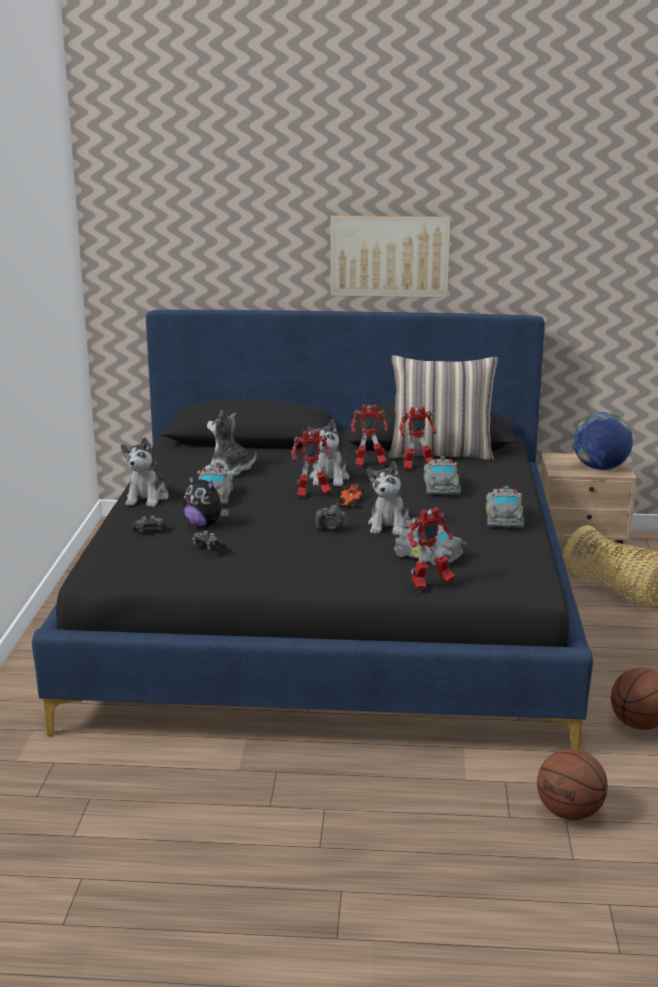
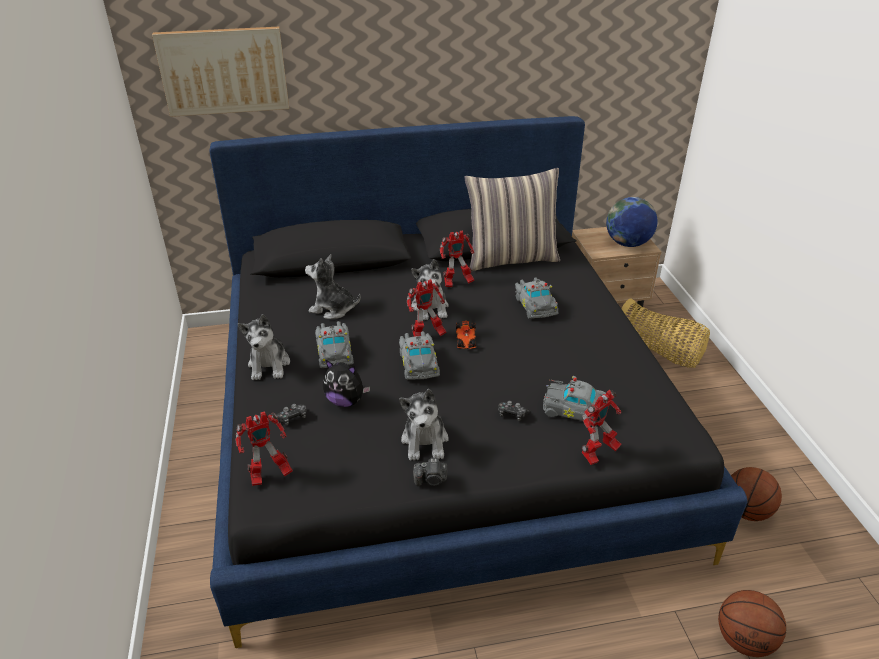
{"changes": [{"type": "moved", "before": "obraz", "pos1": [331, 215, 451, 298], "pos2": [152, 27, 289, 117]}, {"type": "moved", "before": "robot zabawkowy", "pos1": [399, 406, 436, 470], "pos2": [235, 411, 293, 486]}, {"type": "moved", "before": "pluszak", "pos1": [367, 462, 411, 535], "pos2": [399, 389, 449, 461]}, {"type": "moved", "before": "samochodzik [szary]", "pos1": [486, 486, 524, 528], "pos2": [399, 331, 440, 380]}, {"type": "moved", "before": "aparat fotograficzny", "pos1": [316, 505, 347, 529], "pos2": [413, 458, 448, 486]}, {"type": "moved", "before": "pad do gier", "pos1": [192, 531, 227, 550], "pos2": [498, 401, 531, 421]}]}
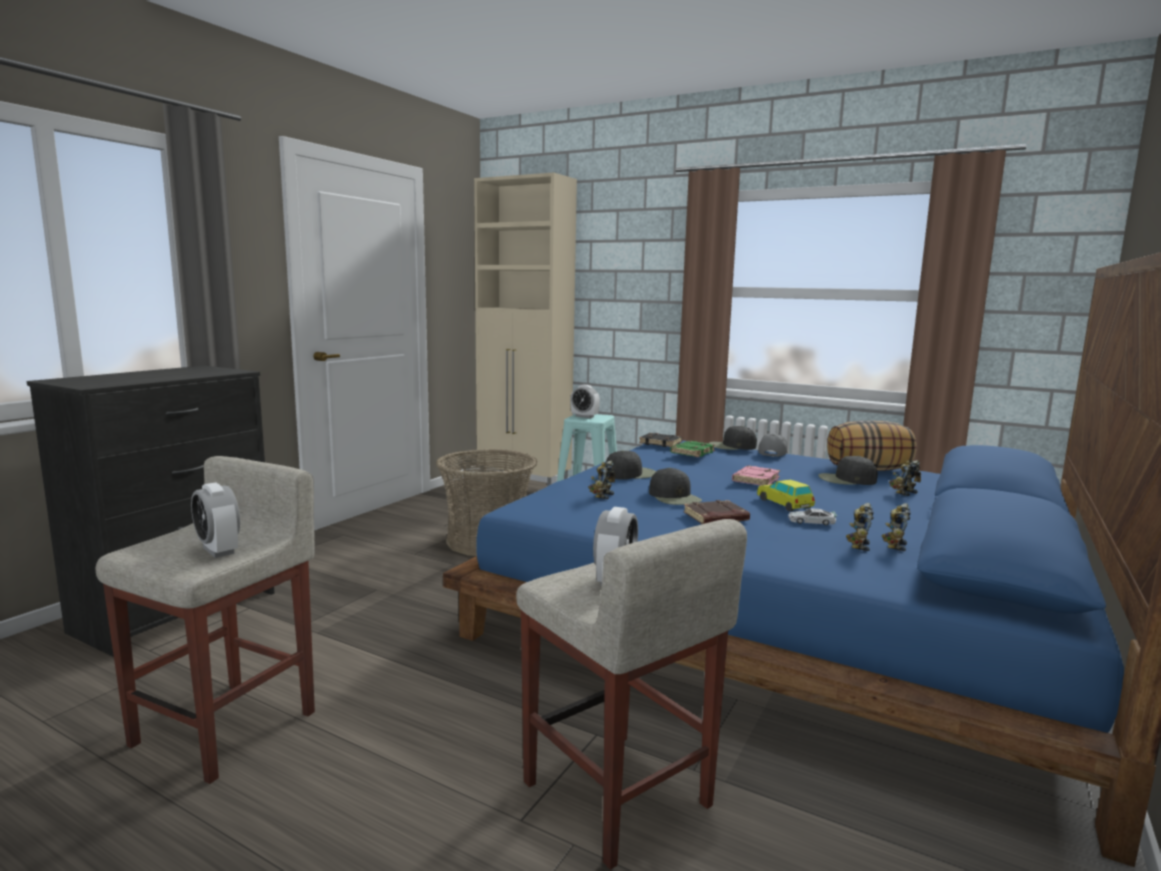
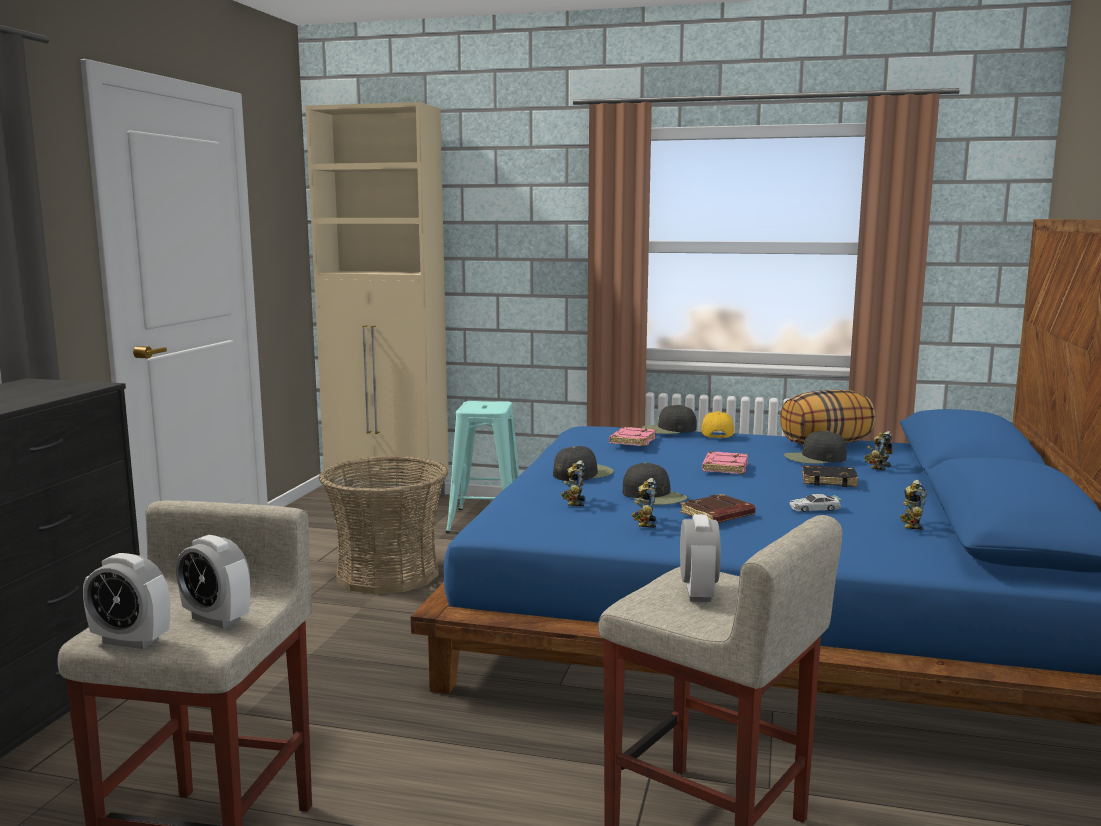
{"changes": [{"type": "moved", "before": "budzik", "pos1": [570, 385, 600, 418], "pos2": [83, 553, 170, 649]}, {"type": "moved", "before": "książka [czarny]", "pos1": [639, 433, 682, 447], "pos2": [802, 465, 858, 487]}, {"type": "recoloured", "before": "czapka z daszkiem [szary]", "after": "czapka z daszkiem [żółty]", "pos1": [758, 433, 788, 457], "pos2": [701, 411, 734, 438]}, {"type": "recoloured", "before": "książka [zielony]", "after": "książka [różowy]", "pos1": [670, 441, 715, 457], "pos2": [609, 427, 656, 446]}, {"type": "removed", "before": "samochodzik", "pos1": [757, 480, 815, 511]}, {"type": "moved", "before": "robot zabawkowy", "pos1": [846, 503, 874, 551], "pos2": [632, 478, 657, 528]}]}
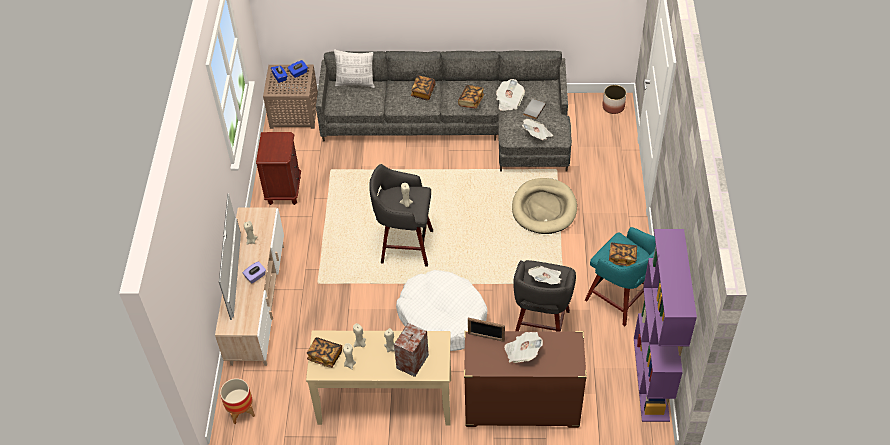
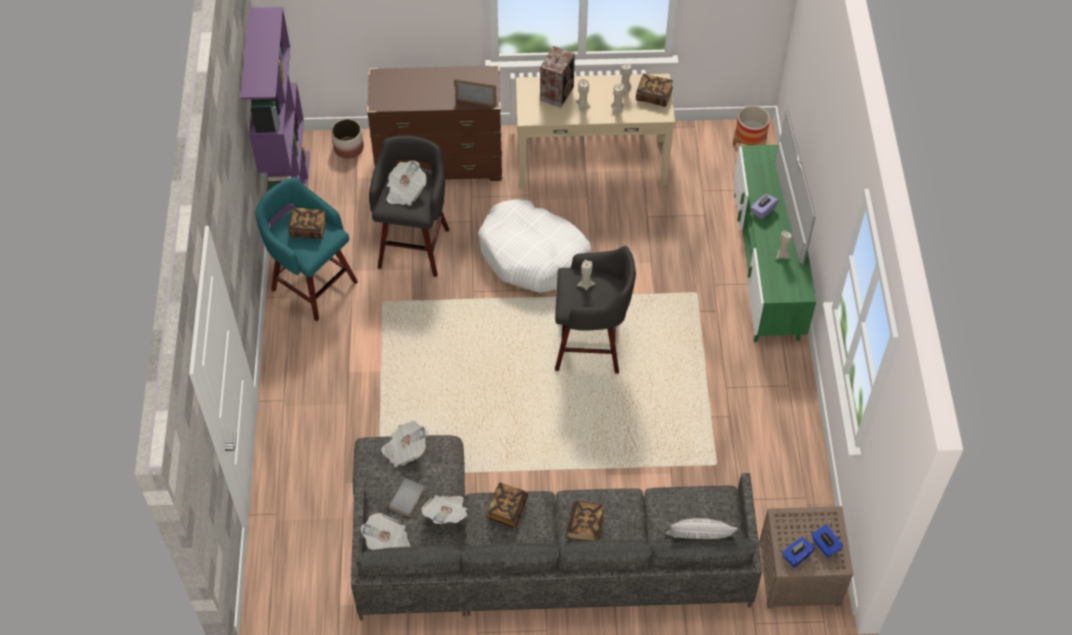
{"changes": [{"type": "moved", "before": "donica", "pos1": [602, 85, 626, 114], "pos2": [331, 119, 364, 159]}, {"type": "removed", "before": "szafka nocna [brązowy]", "pos1": [256, 132, 301, 205]}, {"type": "removed", "before": "legowisko [beżowy]", "pos1": [512, 178, 577, 234]}, {"type": "recoloured", "before": "szafka pod telewizor [beżowy]", "after": "szafka pod telewizor [zielony]", "pos1": [215, 208, 284, 366], "pos2": [734, 145, 816, 342]}, {"type": "moved", "before": "gazeta", "pos1": [504, 332, 543, 363], "pos2": [361, 513, 411, 550]}]}
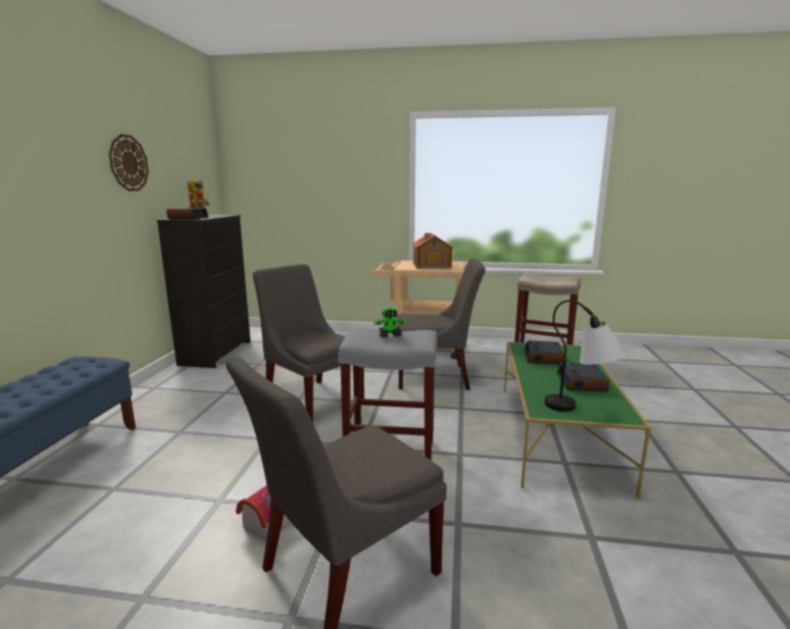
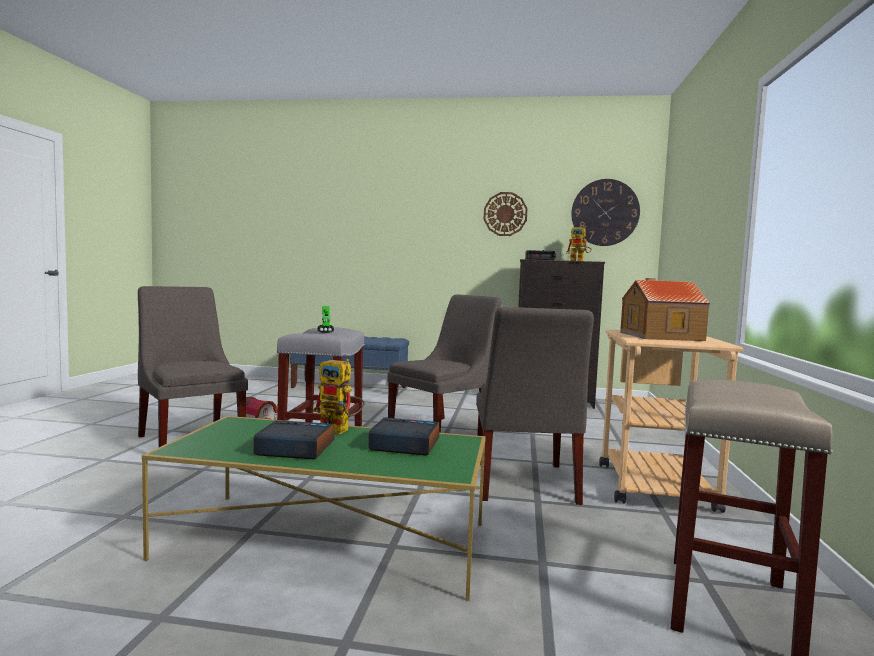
{"changes": [{"type": "removed", "before": "lampa stołowa", "pos1": [544, 300, 626, 412]}, {"type": "added", "after": "zegar ścienny", "pos2": [571, 179, 640, 246]}, {"type": "added", "after": "robot zabawkowy", "pos2": [313, 359, 365, 435]}]}
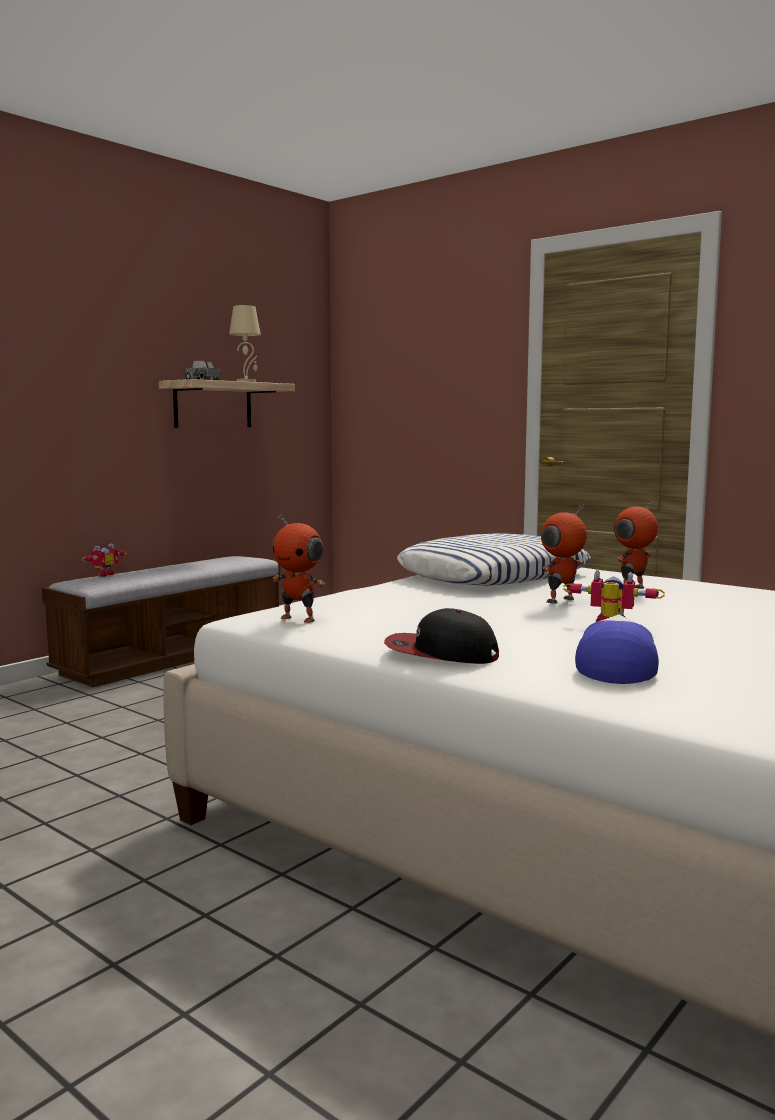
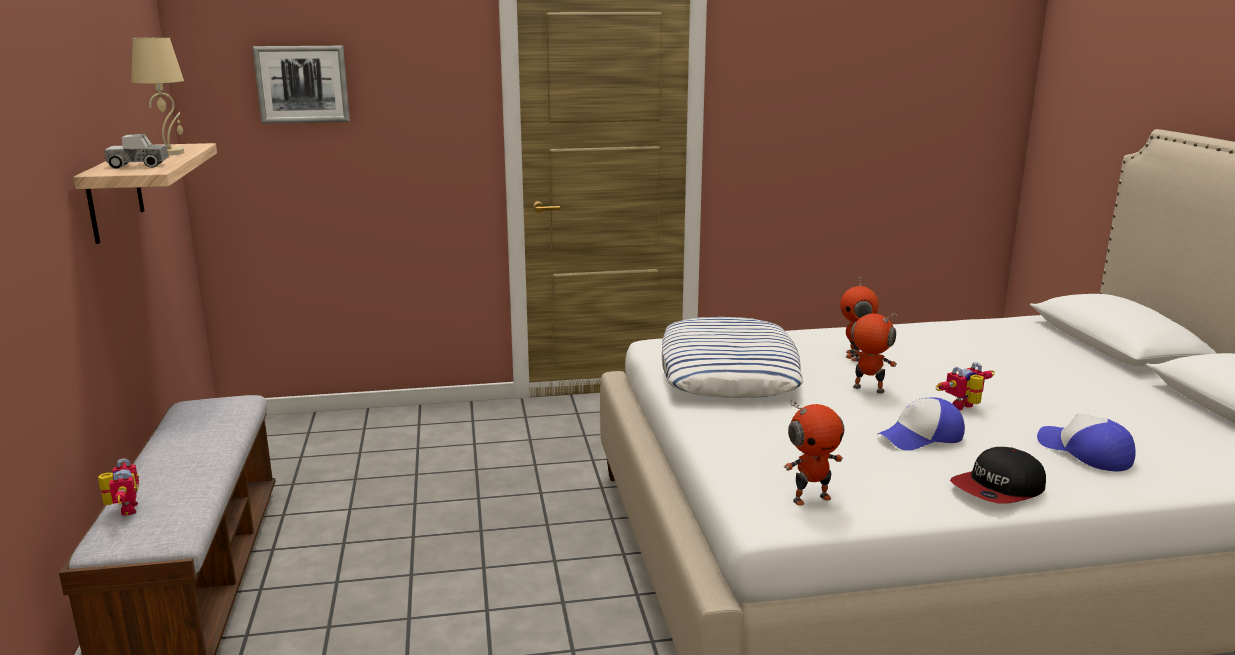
{"changes": [{"type": "turned", "before": "robot zabawkowy", "pos1": [541, 504, 587, 604], "pos2": [846, 313, 897, 394], "turn": 120}, {"type": "added", "after": "obraz", "pos2": [252, 46, 350, 124]}, {"type": "added", "after": "czapka z daszkiem", "pos2": [878, 397, 965, 451]}]}
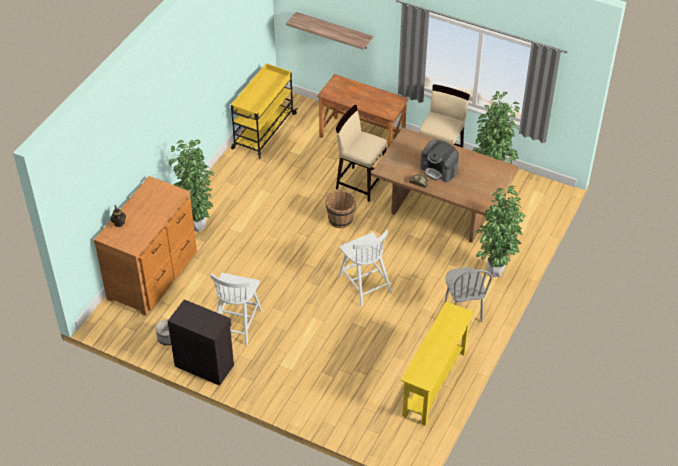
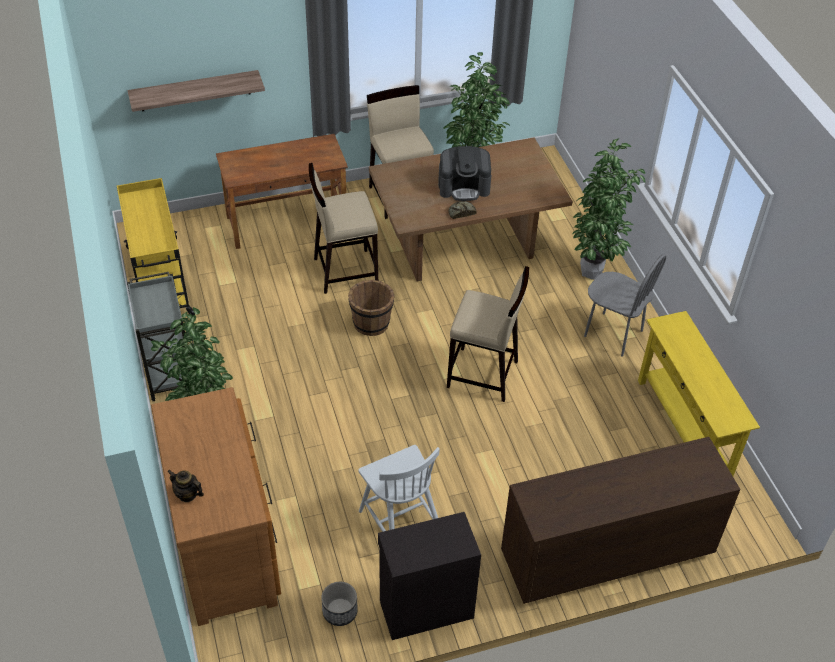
{"changes": [{"type": "replaced", "before": "krzesło [biały]", "after": "stołek [beżowy]", "pos1": [338, 230, 392, 306], "pos2": [447, 266, 529, 402]}, {"type": "added", "after": "wózek [szary]", "pos2": [127, 272, 186, 401]}, {"type": "added", "after": "komoda [brązowy]", "pos2": [501, 437, 740, 604]}]}
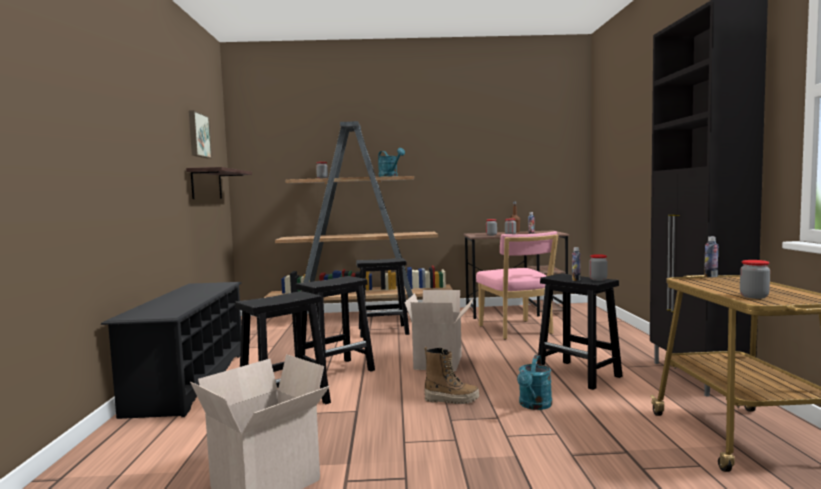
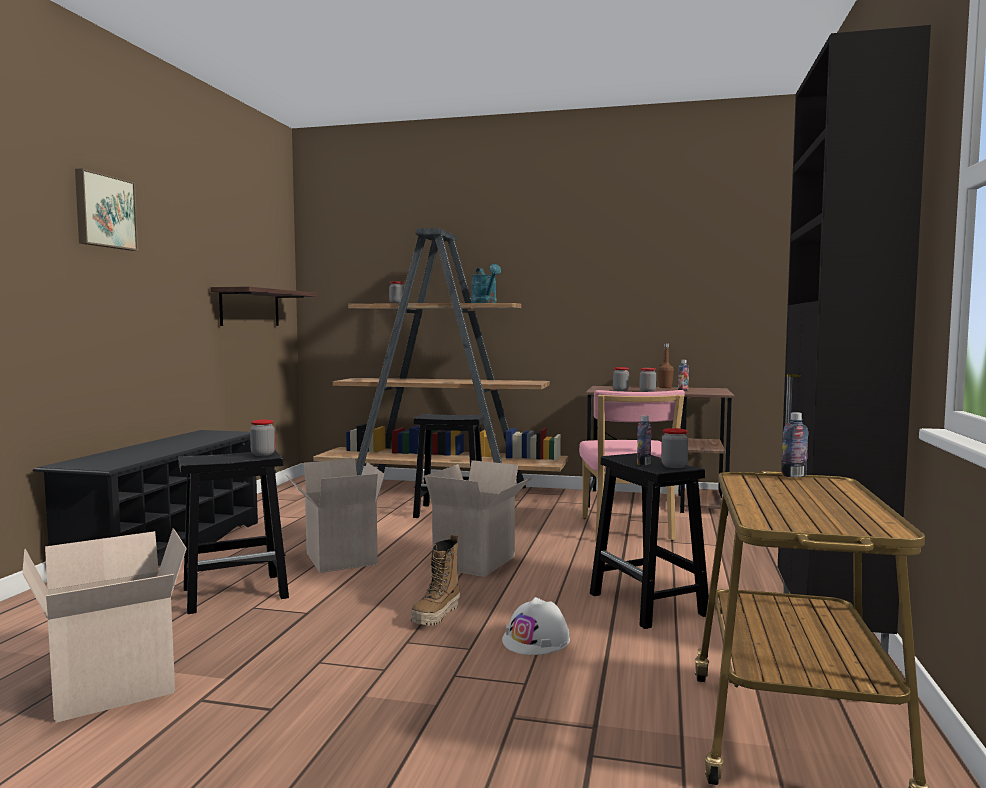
{"changes": [{"type": "moved", "before": "obraz", "pos1": [189, 110, 212, 158], "pos2": [75, 168, 138, 251]}, {"type": "moved", "before": "słoik", "pos1": [740, 260, 770, 299], "pos2": [250, 420, 275, 456]}, {"type": "replaced", "before": "stołek [czarny]", "after": "karton", "pos1": [296, 276, 375, 371], "pos2": [286, 459, 385, 573]}, {"type": "turned", "before": "but z cholewką", "pos1": [424, 347, 479, 404], "pos2": [411, 535, 460, 626], "turn": 90}, {"type": "replaced", "before": "konewka [turkusowy]", "after": "kask [biały]", "pos1": [517, 355, 552, 410], "pos2": [502, 597, 570, 655]}]}
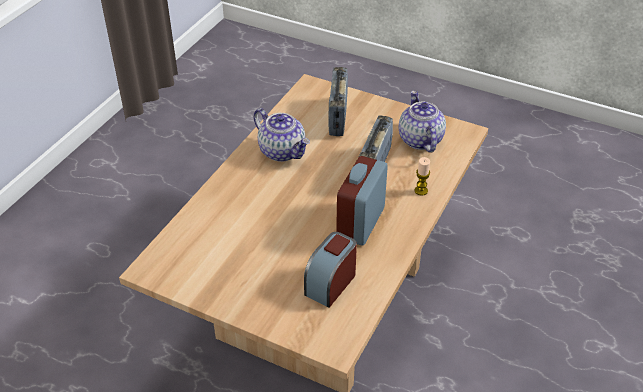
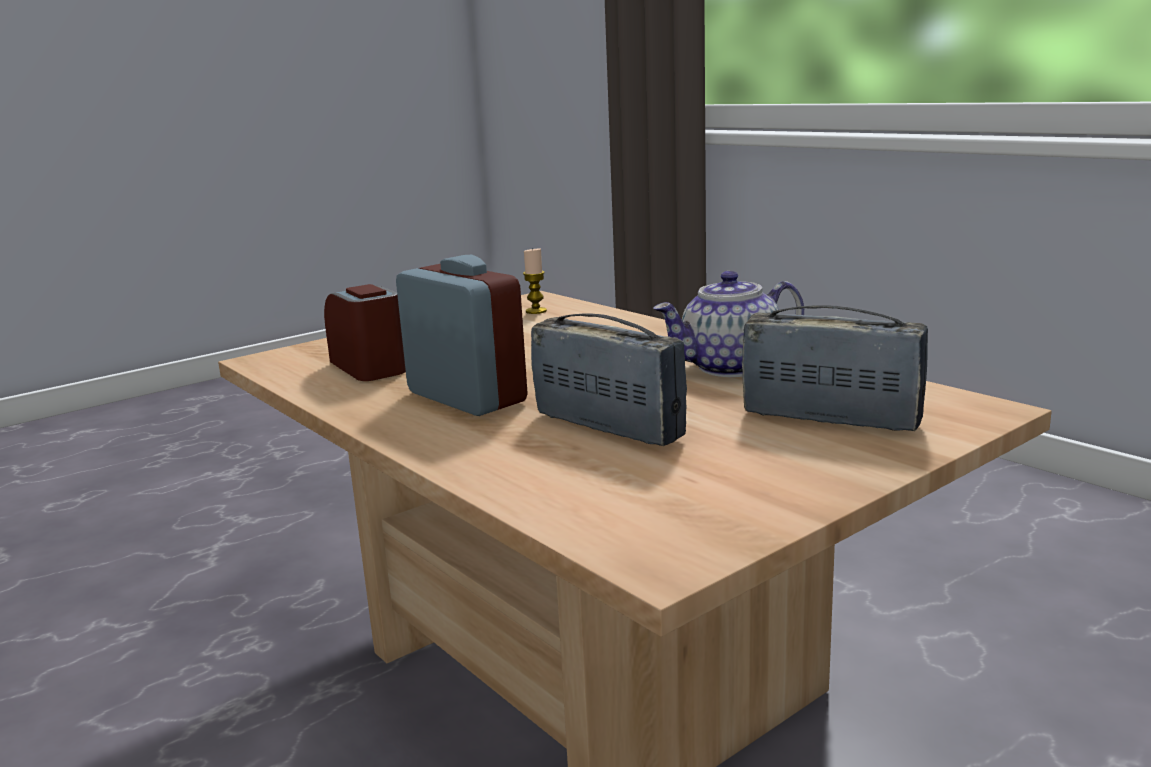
{"changes": [{"type": "removed", "before": "imbryk", "pos1": [399, 91, 446, 153]}, {"type": "moved", "before": "świeca", "pos1": [414, 157, 430, 196], "pos2": [523, 249, 547, 314]}]}
